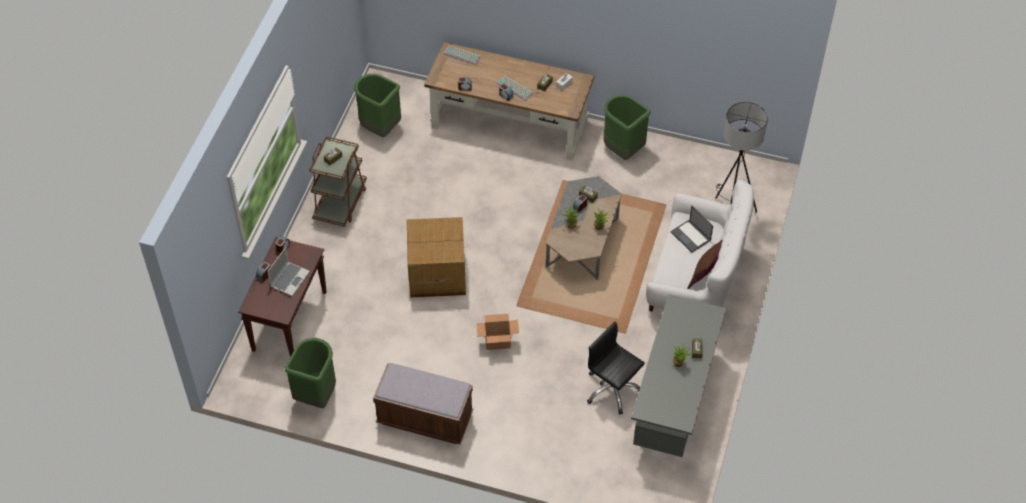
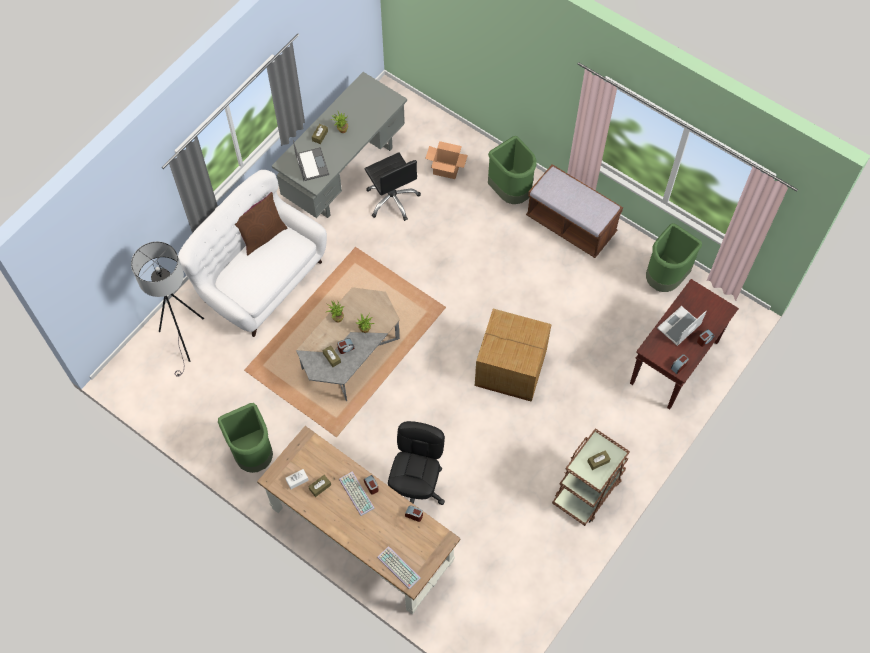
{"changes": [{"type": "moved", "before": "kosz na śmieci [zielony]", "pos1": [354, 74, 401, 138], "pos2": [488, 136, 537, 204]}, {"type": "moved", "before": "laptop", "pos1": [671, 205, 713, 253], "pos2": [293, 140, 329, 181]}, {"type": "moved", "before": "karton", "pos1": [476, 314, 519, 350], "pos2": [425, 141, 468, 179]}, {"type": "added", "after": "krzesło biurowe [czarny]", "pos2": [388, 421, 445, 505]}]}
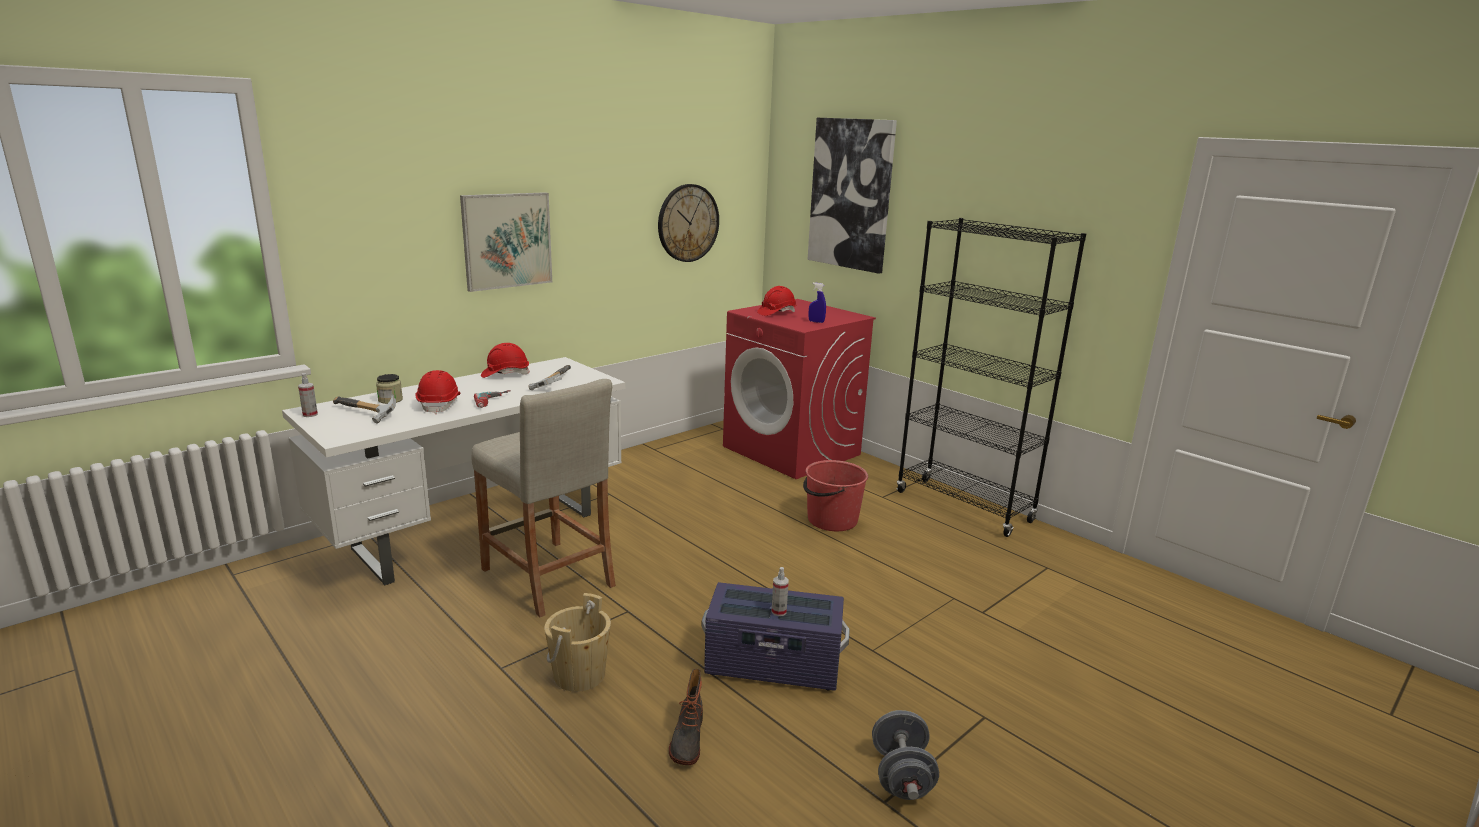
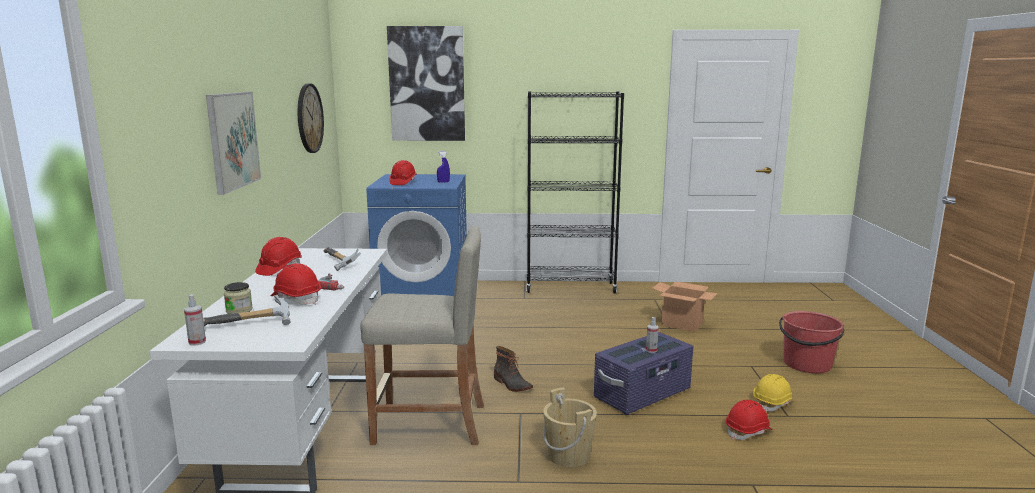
{"changes": [{"type": "recoloured", "before": "pralka [czerwony]", "after": "pralka [niebieski]", "pos1": [723, 299, 876, 479], "pos2": [366, 174, 467, 296]}, {"type": "moved", "before": "wiadro [czerwony]", "pos1": [803, 460, 868, 531], "pos2": [779, 311, 844, 373]}, {"type": "moved", "before": "but z cholewką", "pos1": [669, 669, 703, 765], "pos2": [494, 346, 533, 392]}, {"type": "replaced", "before": "hantel [szary]", "after": "kask [żółty]", "pos1": [872, 710, 939, 800], "pos2": [753, 374, 794, 412]}, {"type": "added", "after": "karton", "pos2": [652, 281, 718, 332]}, {"type": "added", "after": "kask [czerwony]", "pos2": [726, 400, 773, 440]}]}
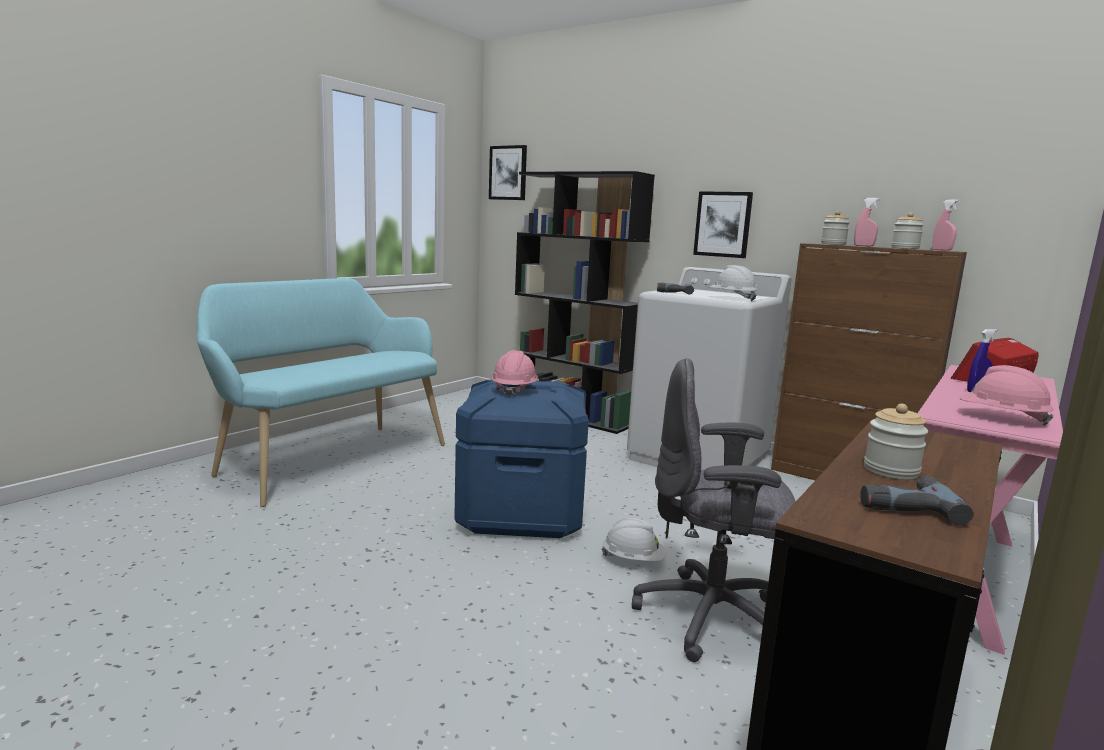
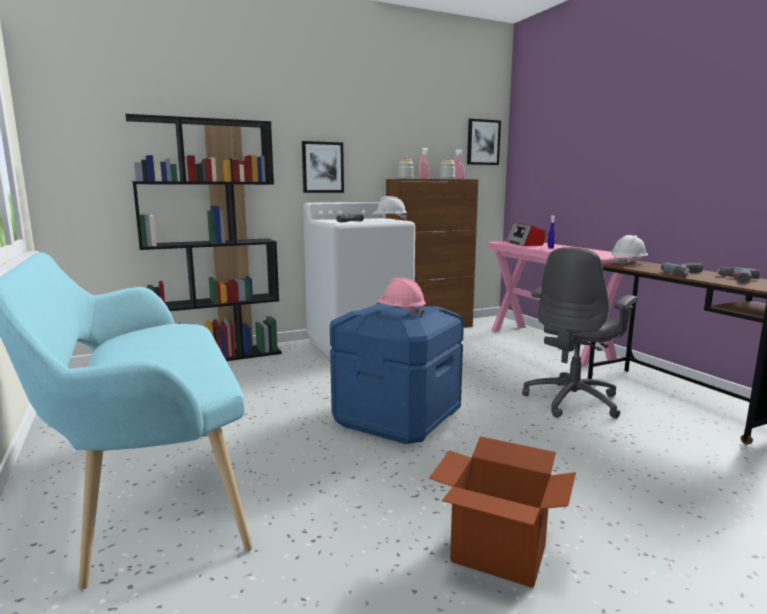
{"changes": [{"type": "moved", "before": "obraz", "pos1": [489, 145, 527, 200], "pos2": [467, 119, 501, 165]}, {"type": "removed", "before": "kask [różowy]", "pos1": [960, 365, 1054, 426]}, {"type": "replaced", "before": "słoik", "after": "wiertarka", "pos1": [864, 404, 928, 480], "pos2": [661, 263, 703, 275]}, {"type": "moved", "before": "kask [biały]", "pos1": [601, 518, 666, 562], "pos2": [611, 235, 648, 265]}, {"type": "added", "after": "karton", "pos2": [429, 437, 576, 588]}]}
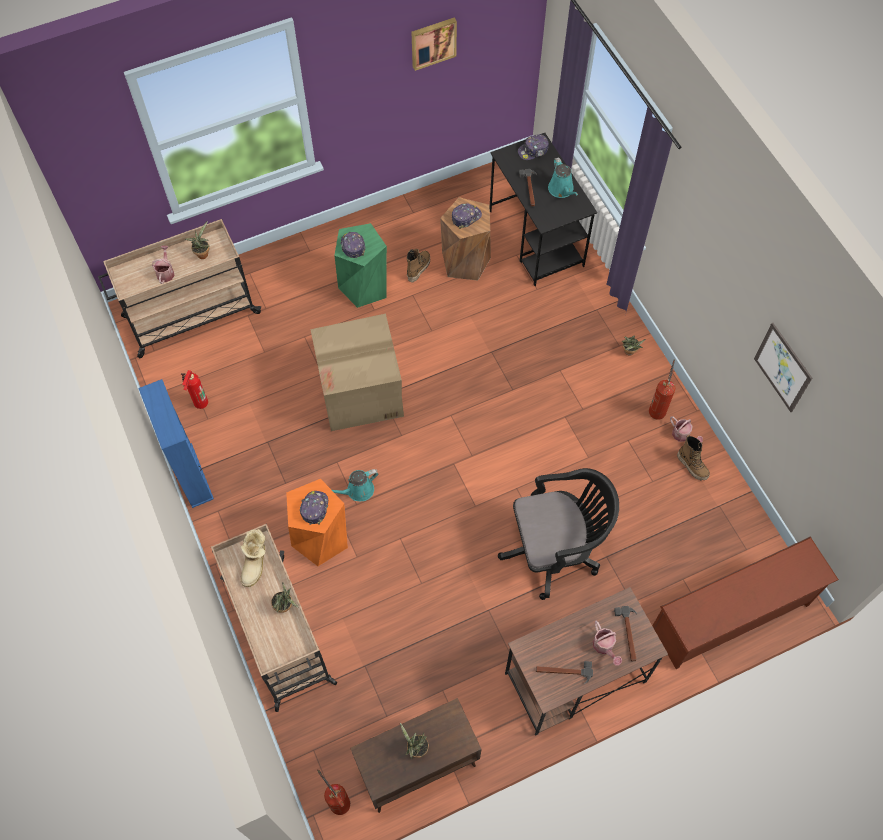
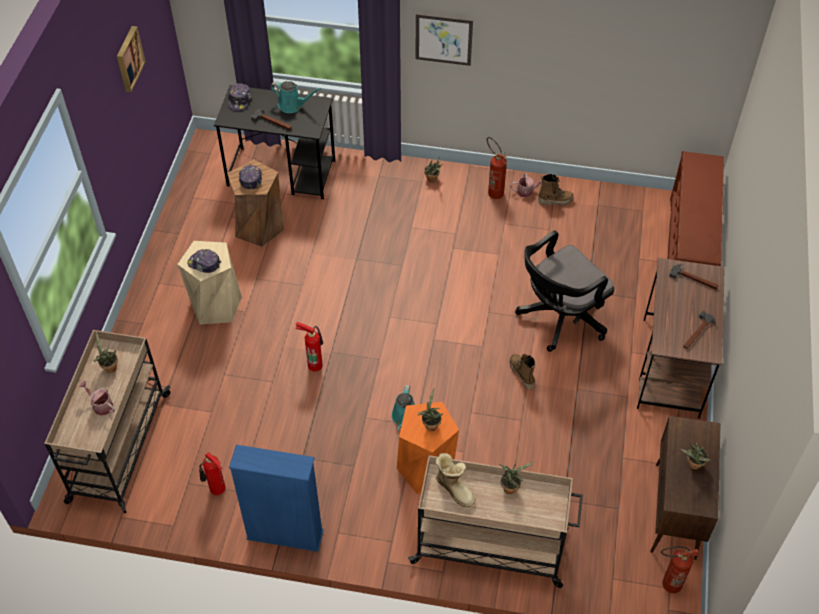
{"changes": [{"type": "recoloured", "before": "stołek [zielony]", "after": "stołek [beżowy]", "pos1": [334, 223, 387, 308], "pos2": [177, 241, 242, 324]}, {"type": "moved", "before": "but z cholewką", "pos1": [407, 249, 430, 282], "pos2": [510, 354, 535, 389]}, {"type": "replaced", "before": "karton", "after": "gaśnica", "pos1": [310, 314, 404, 431], "pos2": [295, 322, 323, 371]}, {"type": "moved", "before": "obraz", "pos1": [754, 323, 812, 412], "pos2": [416, 14, 473, 66]}, {"type": "turned", "before": "krzesło biurowe [czarny]", "pos1": [498, 468, 619, 600], "pos2": [515, 230, 614, 352], "turn": -150}, {"type": "replaced", "before": "czapka z daszkiem", "after": "roślina doniczkowa", "pos1": [300, 491, 328, 525], "pos2": [418, 389, 443, 431]}, {"type": "removed", "before": "konewka", "pos1": [592, 621, 622, 665]}]}
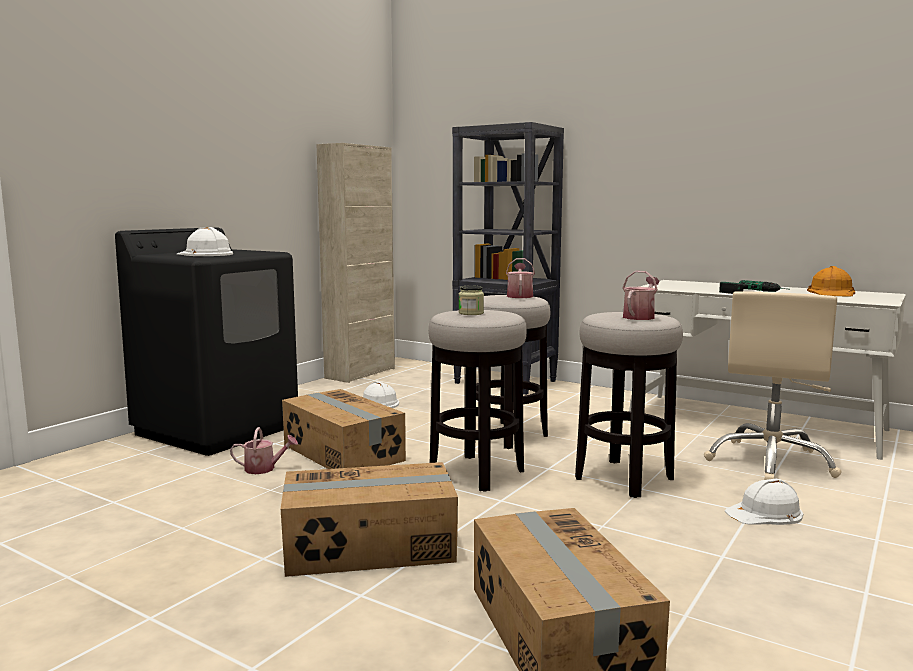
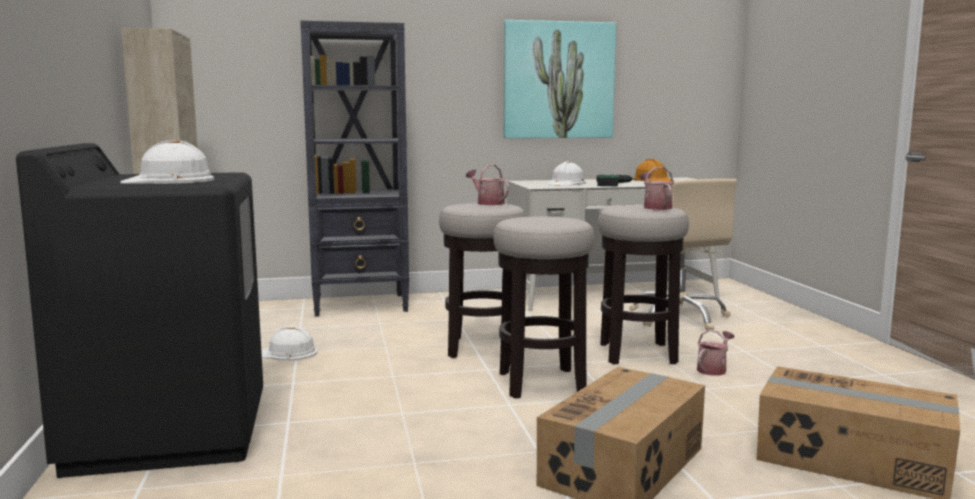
{"changes": [{"type": "removed", "before": "słoik", "pos1": [459, 286, 484, 315]}, {"type": "removed", "before": "karton", "pos1": [282, 389, 406, 469]}, {"type": "moved", "before": "konewka", "pos1": [230, 427, 298, 474], "pos2": [697, 329, 734, 376]}, {"type": "moved", "before": "kask [biały]", "pos1": [724, 479, 803, 525], "pos2": [547, 161, 586, 186]}, {"type": "added", "after": "obraz", "pos2": [504, 20, 616, 138]}]}
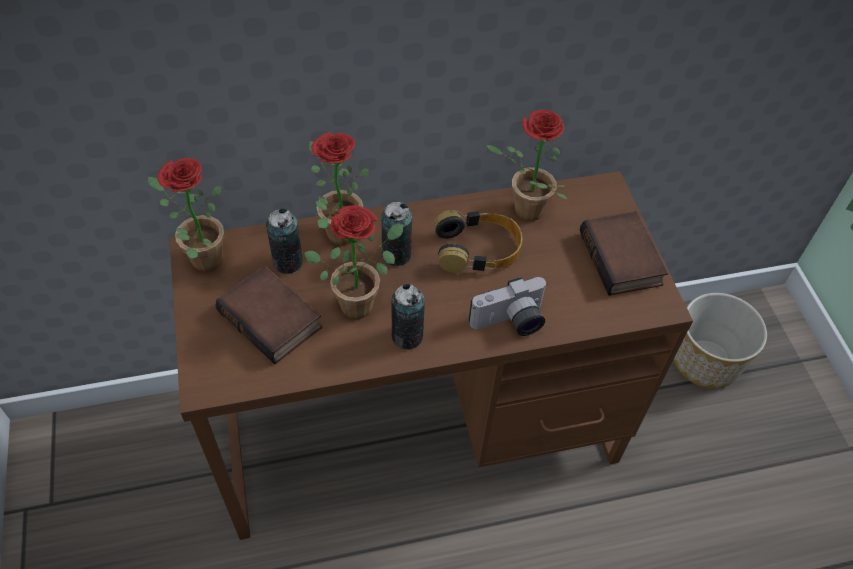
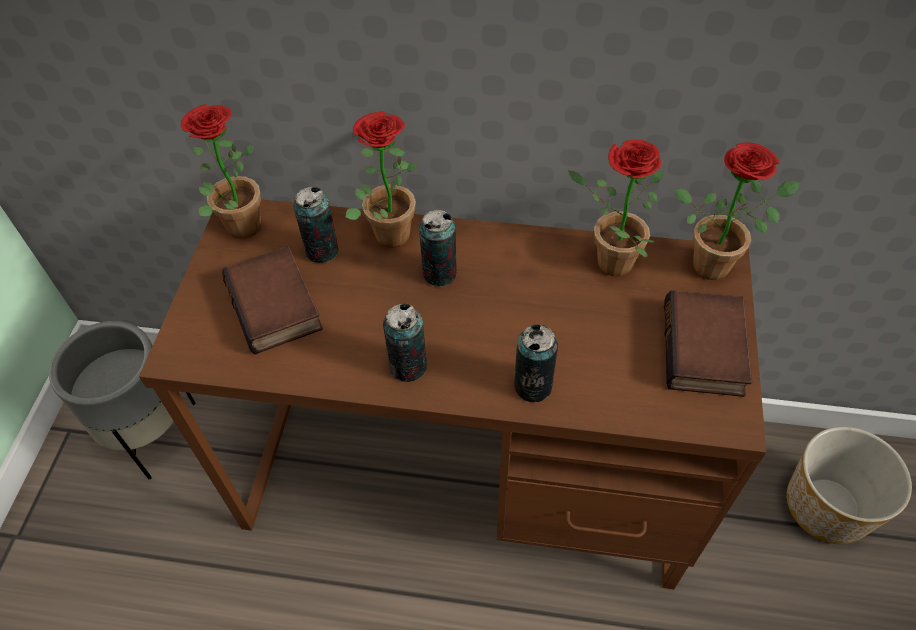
{"changes": [{"type": "moved", "before": "roślina doniczkowa", "pos1": [304, 205, 403, 319], "pos2": [675, 142, 800, 280]}, {"type": "removed", "before": "słuchawki", "pos1": [434, 210, 523, 272]}, {"type": "replaced", "before": "aparat fotograficzny", "after": "puszka", "pos1": [469, 277, 548, 336], "pos2": [514, 324, 558, 403]}, {"type": "added", "after": "donica [szary]", "pos2": [49, 321, 196, 479]}]}
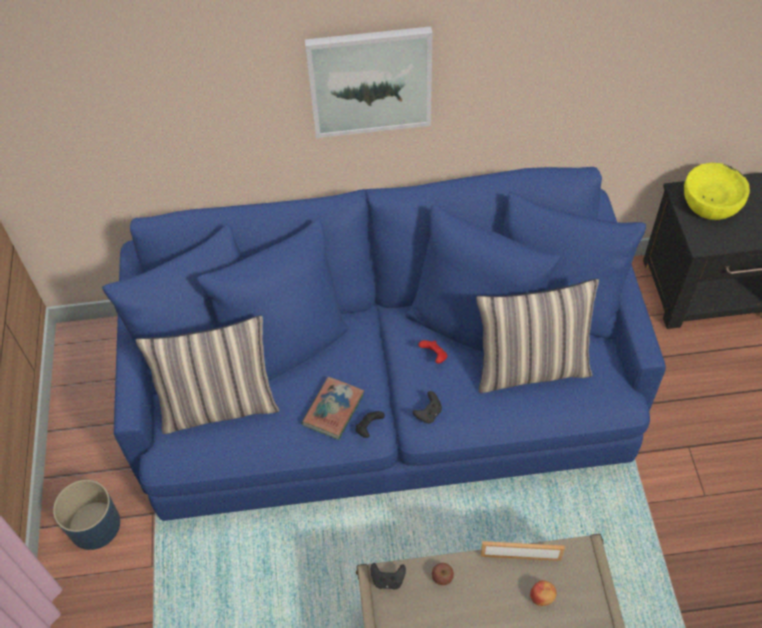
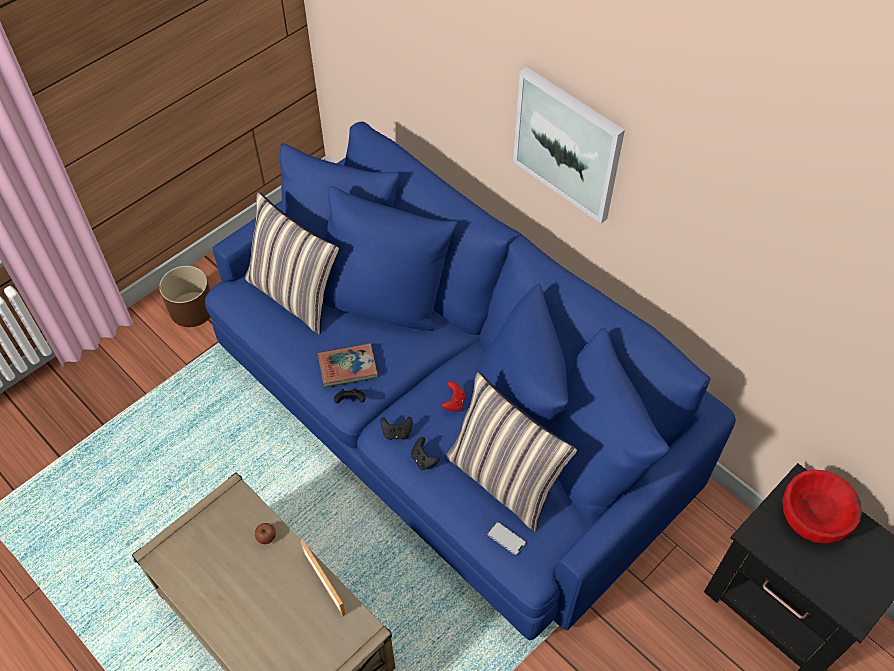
{"changes": [{"type": "recoloured", "before": "miska [żółty]", "after": "miska [czerwony]", "pos1": [684, 163, 750, 220], "pos2": [783, 469, 862, 544]}, {"type": "recoloured", "before": "donica [niebieski]", "after": "donica [brązowy]", "pos1": [53, 480, 120, 550], "pos2": [159, 266, 211, 327]}, {"type": "moved", "before": "pad do gier [czarny]", "pos1": [370, 563, 406, 590], "pos2": [411, 437, 440, 470]}, {"type": "removed", "before": "jabłko", "pos1": [530, 580, 556, 606]}, {"type": "added", "after": "telefon", "pos2": [488, 522, 526, 555]}]}
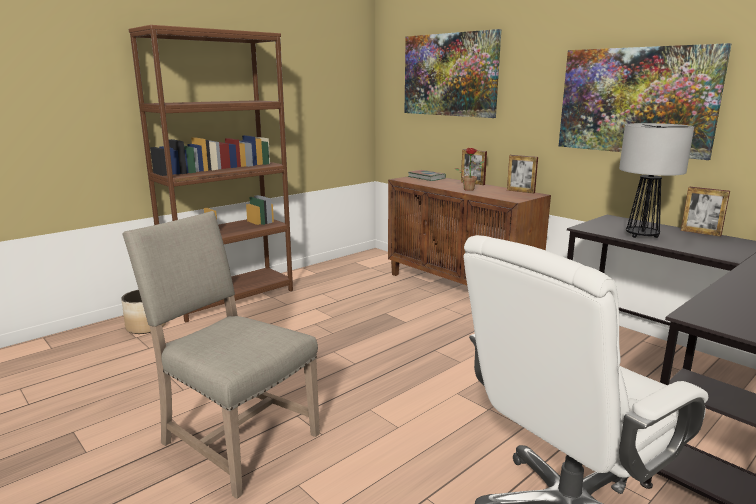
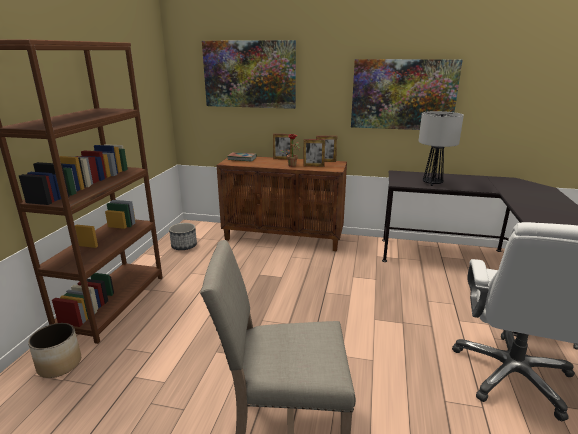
{"changes": [{"type": "moved", "before": "ramka na zdjęcie", "pos1": [681, 187, 730, 237], "pos2": [303, 139, 325, 167]}, {"type": "added", "after": "donica", "pos2": [169, 223, 197, 250]}]}
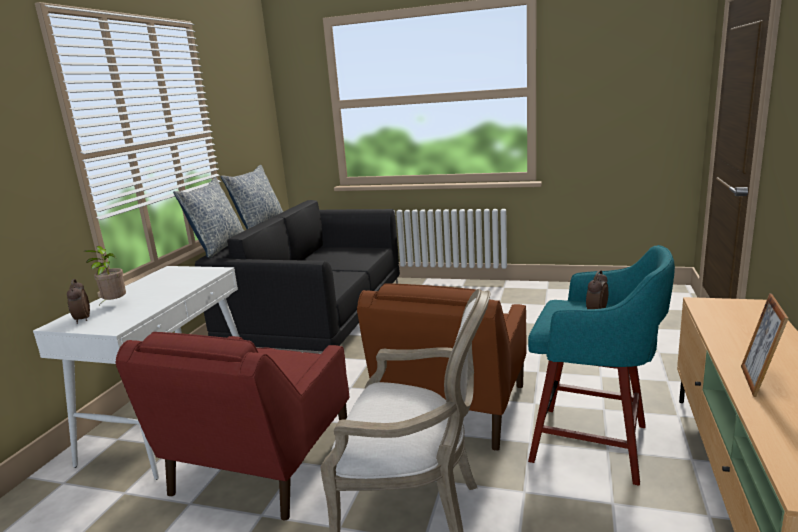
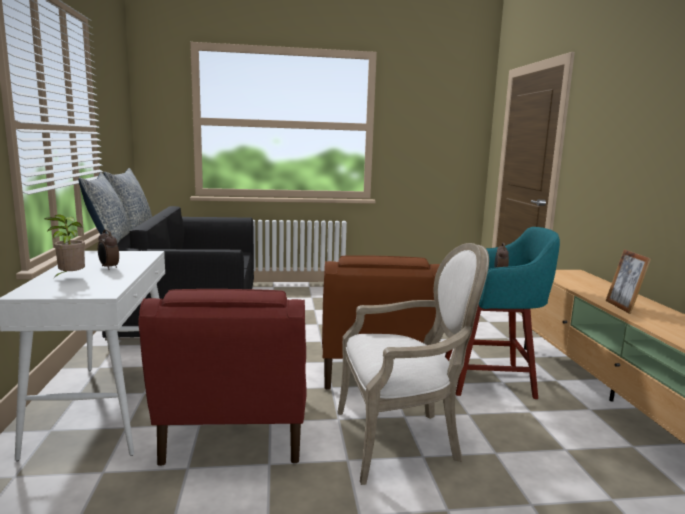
{"changes": [{"type": "moved", "before": "budzik", "pos1": [67, 279, 90, 324], "pos2": [98, 229, 119, 270]}]}
